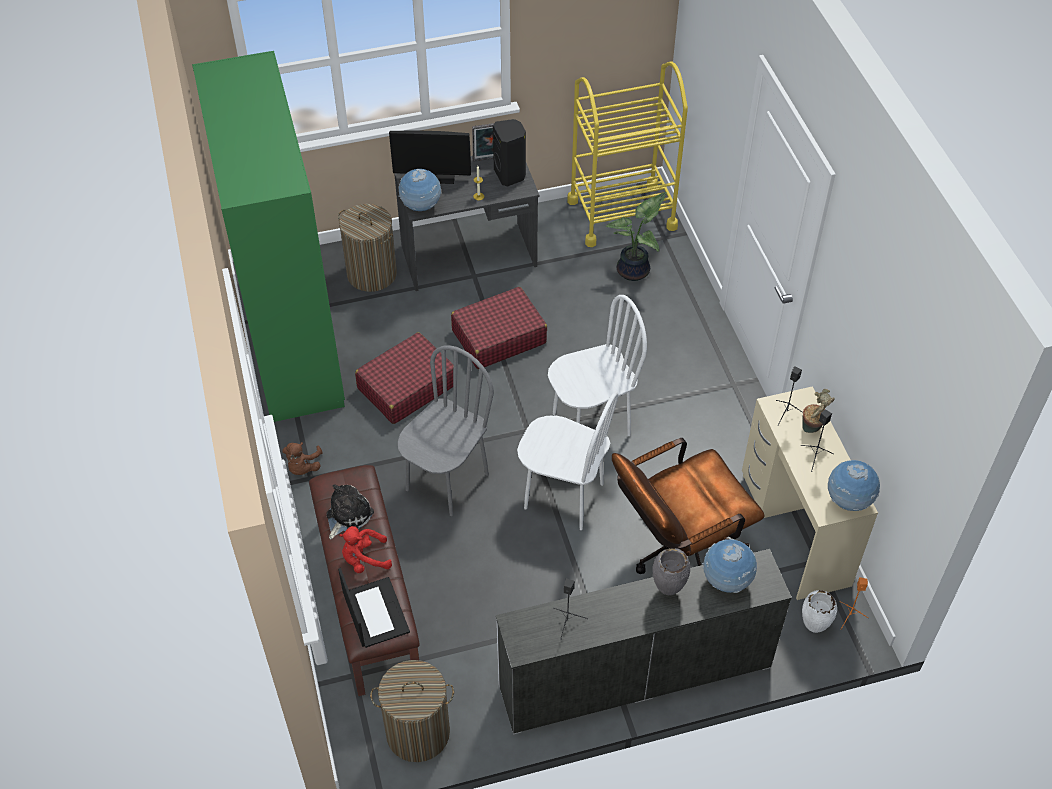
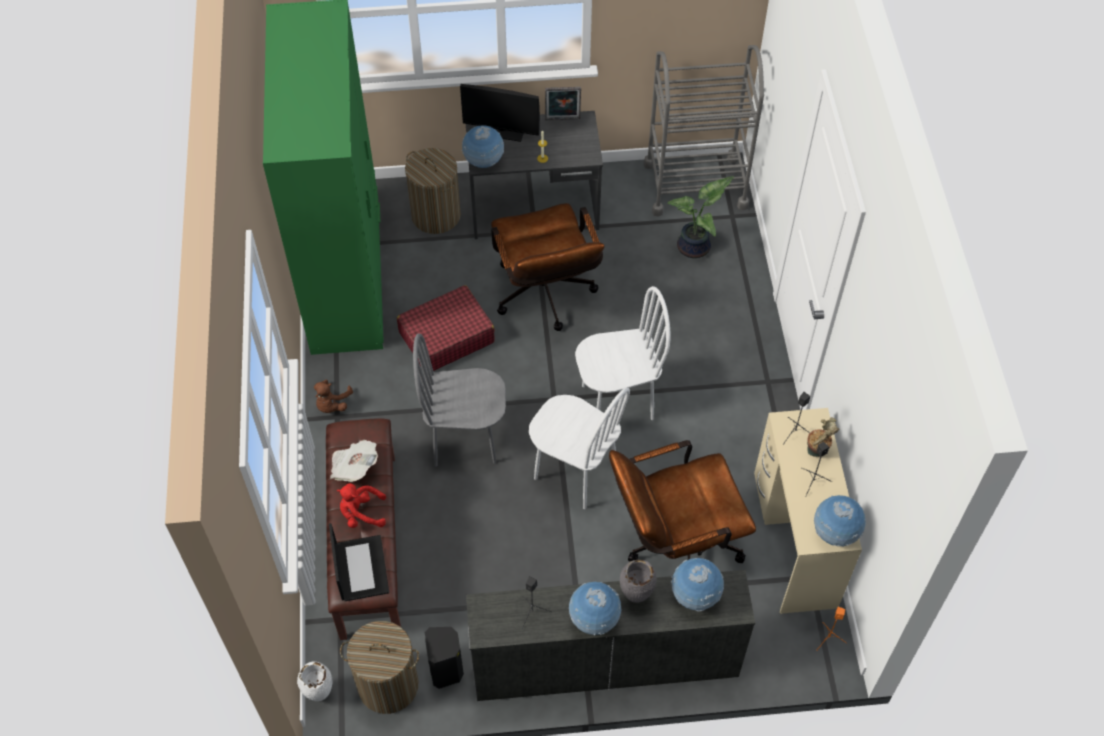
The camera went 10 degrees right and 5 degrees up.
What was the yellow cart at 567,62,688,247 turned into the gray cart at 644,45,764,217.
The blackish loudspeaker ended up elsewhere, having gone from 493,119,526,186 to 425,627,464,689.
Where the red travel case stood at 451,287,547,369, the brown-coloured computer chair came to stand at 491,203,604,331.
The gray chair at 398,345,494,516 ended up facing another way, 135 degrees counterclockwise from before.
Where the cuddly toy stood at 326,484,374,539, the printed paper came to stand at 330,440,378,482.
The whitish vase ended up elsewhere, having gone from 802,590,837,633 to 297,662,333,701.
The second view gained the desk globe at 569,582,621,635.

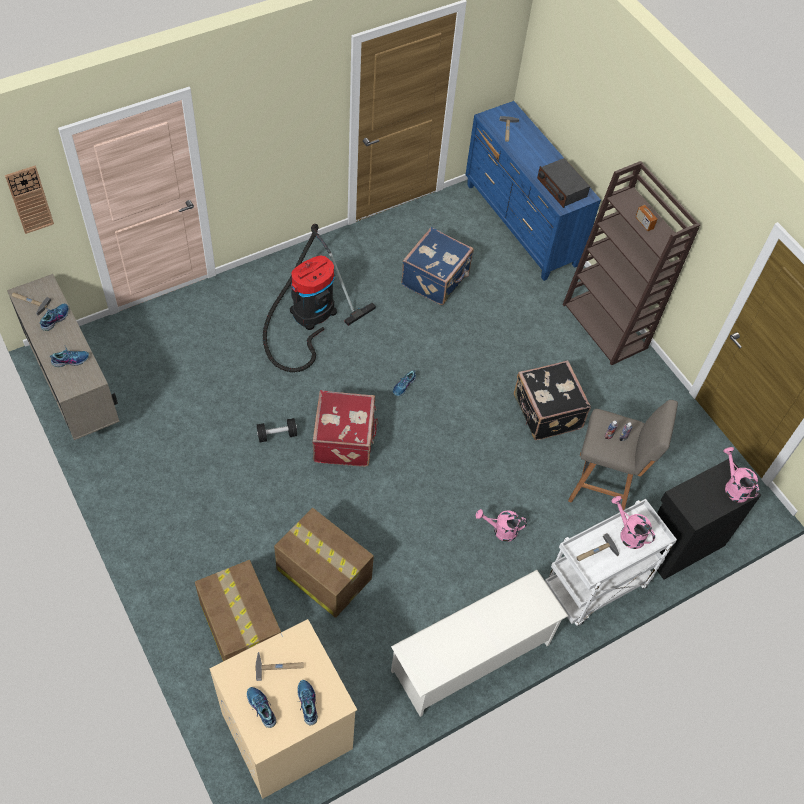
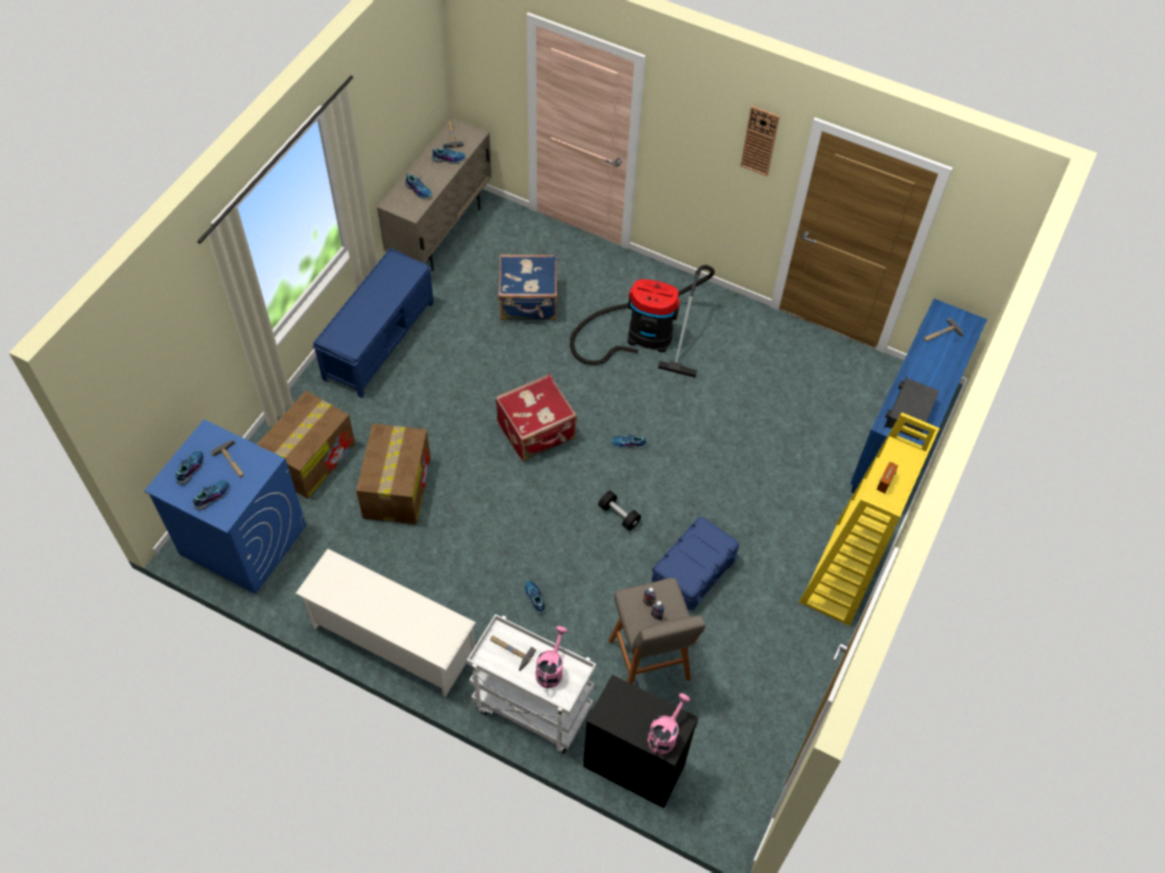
The camera went 60 degrees right and 0 degrees up.
What was the brown-coloured bookcase at 563,161,700,366 turned into the yellow bookcase at 799,413,940,626.
The wall clock ended up elsewhere, having gone from 5,166,54,234 to 740,106,780,176.
The blue-coloured travel case ended up elsewhere, having gone from 401,227,474,305 to 498,254,557,320.
Where the blackish travel case stood at 514,360,591,440, the blue-coloured storage bin came to stand at 652,517,739,610.
The blackish hand weight ended up elsewhere, having gone from 257,418,297,442 to 598,491,641,531.
Where the pink sprinkling can stood at 476,509,527,542, the shoe came to stand at 524,581,546,615.
What was the beige laundry machine at 209,619,357,799 turned into the blue-coloured laundry machine at 144,419,306,594.
The second view gained the blue-coloured indoor bench at 312,248,434,398.

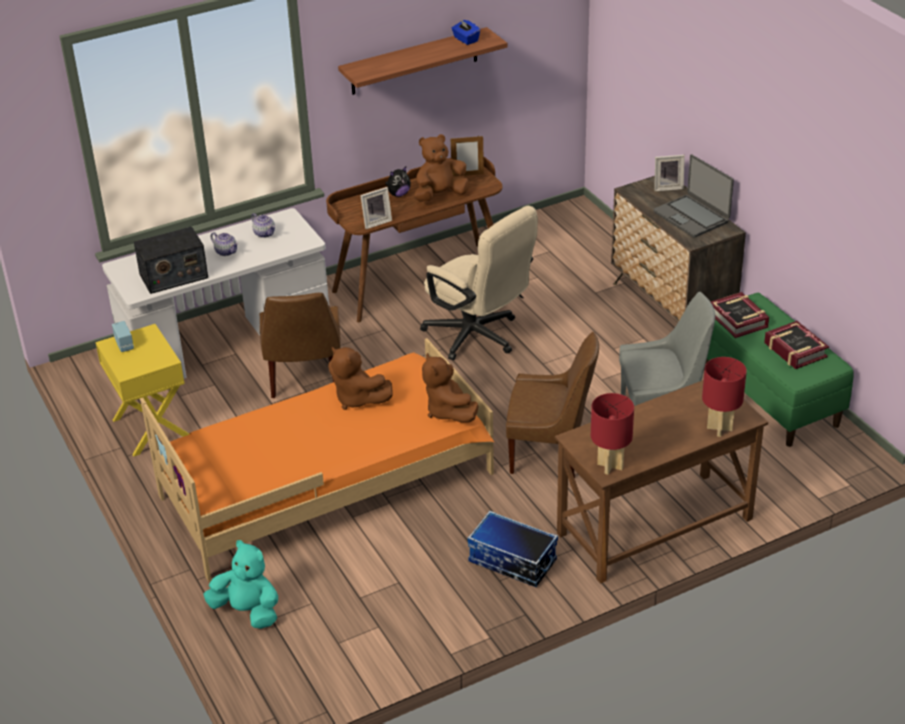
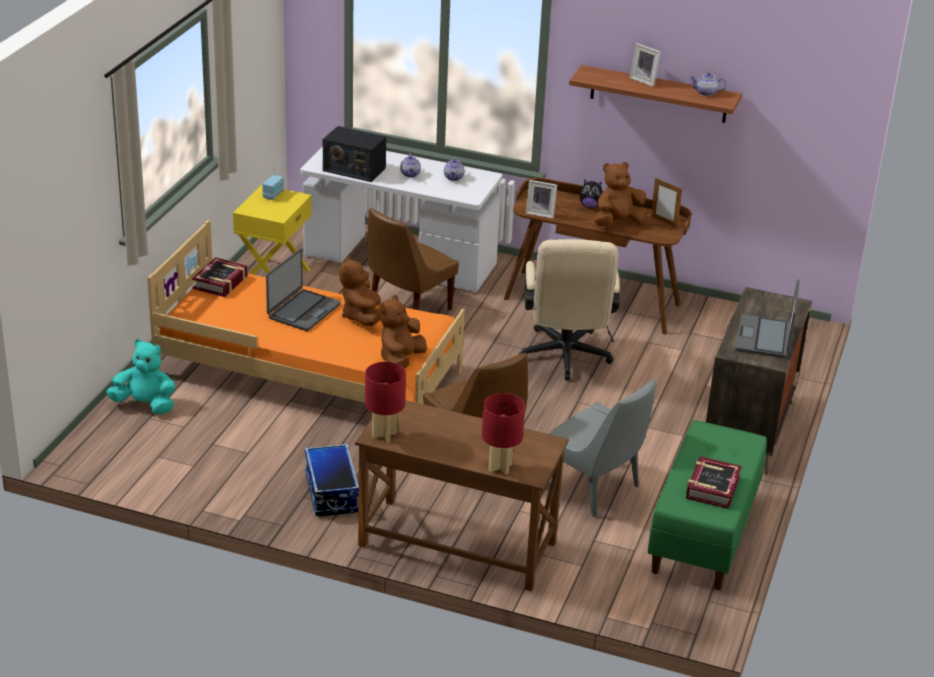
The camera went 45 degrees right and 5 degrees down.
Where the blue-coloured tissue box stood at 452,19,480,45, the tea pot came to stand at 690,73,726,96.
The brown-coloured cuddly toy at 414,134,469,202 ended up facing another way, 45 degrees counterclockwise from before.
The photo frame ended up elsewhere, having gone from 654,155,685,191 to 629,43,661,87.
The bound book ended up elsewhere, having gone from 711,292,769,338 to 192,257,248,297.
The turquoise cuddly toy at 203,540,278,629 ended up facing another way, 60 degrees counterclockwise from before.
The second view gained the notebook computer at 266,249,341,331.

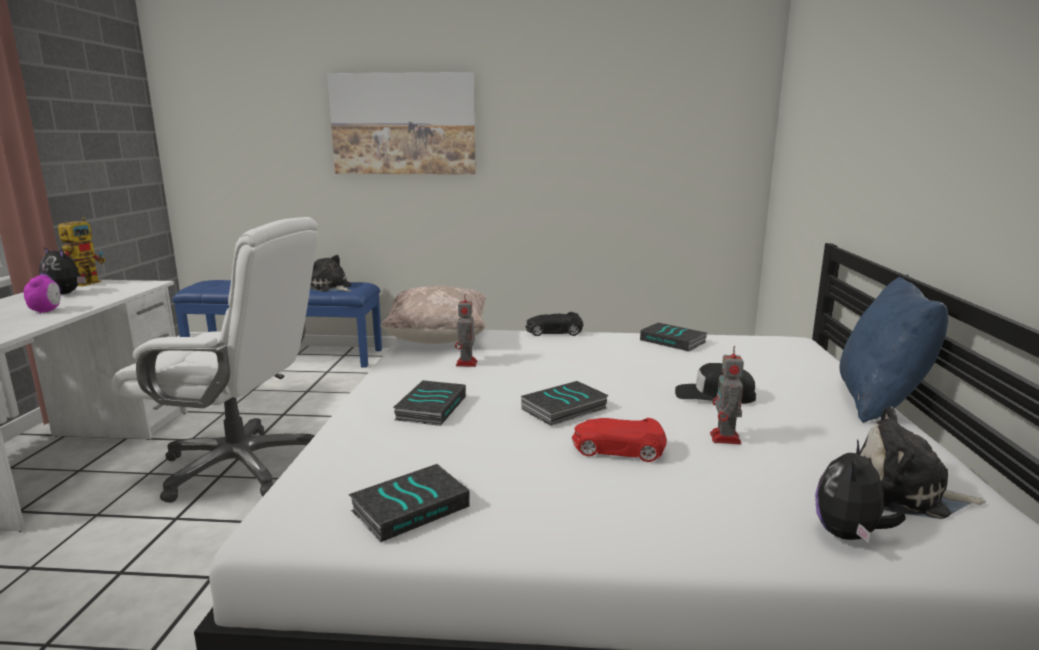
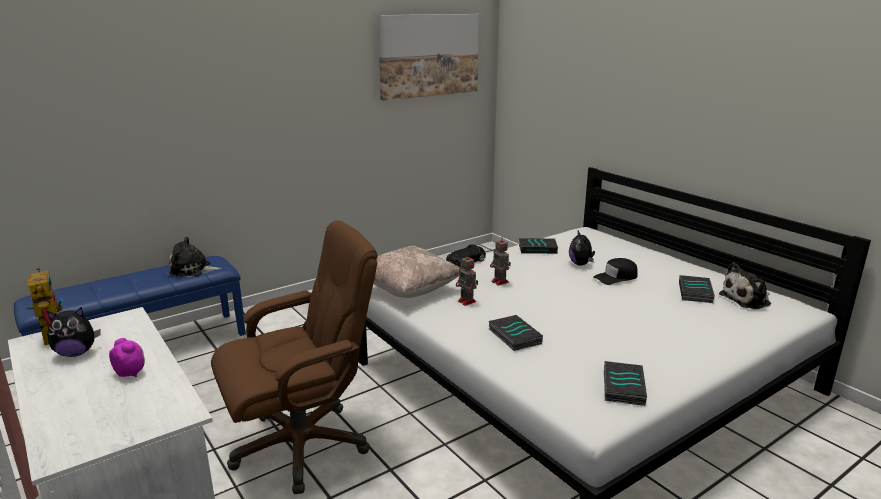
The camera went 40 degrees left and 5 degrees up.
The wall picture ended up elsewhere, having gone from 327,72,476,174 to 378,14,479,101.
What was the whitish computer chair at 111,217,318,503 turned into the brown-coloured computer chair at 211,220,378,494.
The second view lost the blue-coloured cushion at 839,274,949,423.
The model robot ended up elsewhere, having gone from 710,346,744,444 to 490,236,511,285.
The bound book ended up elsewhere, having gone from 521,381,609,426 to 679,275,715,303.
The second view lost the red model car at 572,418,667,462.
The cuddly toy ended up elsewhere, having gone from 815,439,906,543 to 569,231,595,266.

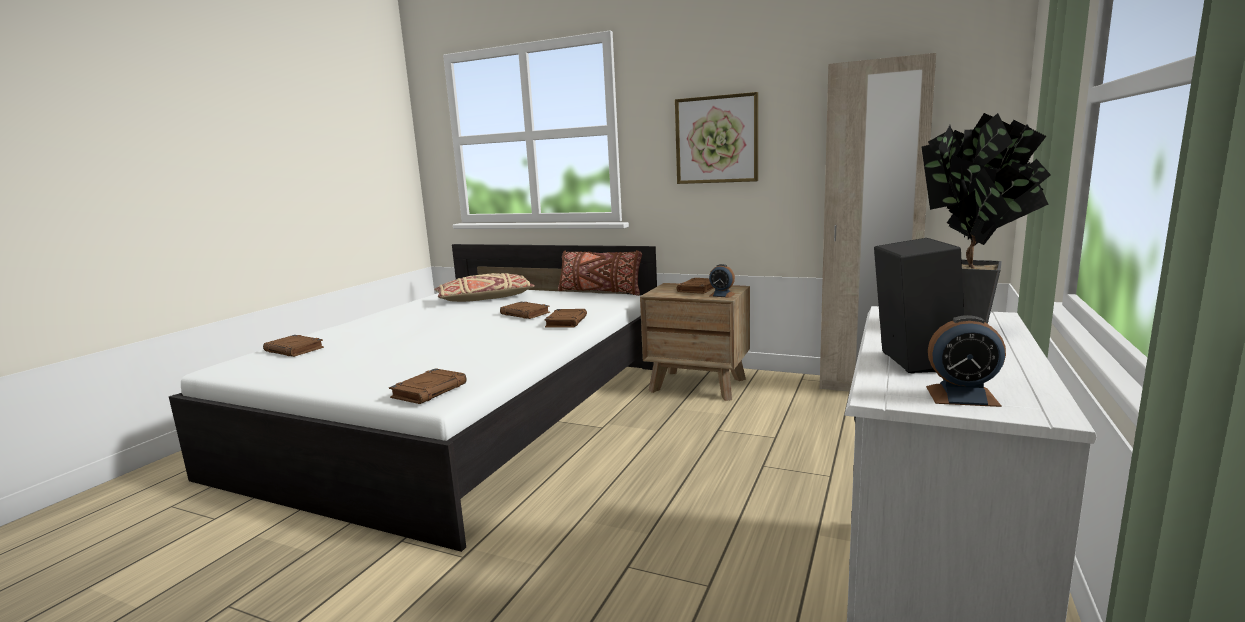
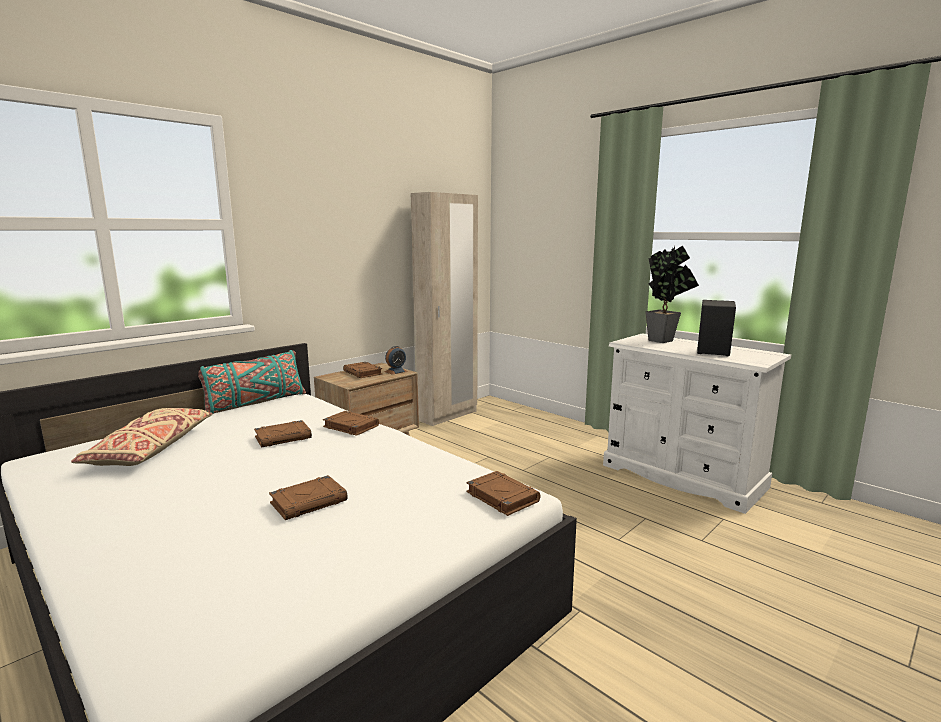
The camera went 70 degrees left and 0 degrees up.
The second view lost the wall picture at 675,92,758,184.
What was the brown-coloured cushion at 558,250,642,296 turned into the turquoise cushion at 198,350,306,413.
The second view lost the alarm clock at 926,315,1006,407.
The brown-coloured bound book ended up elsewhere, having gone from 263,335,324,357 to 269,475,348,520.

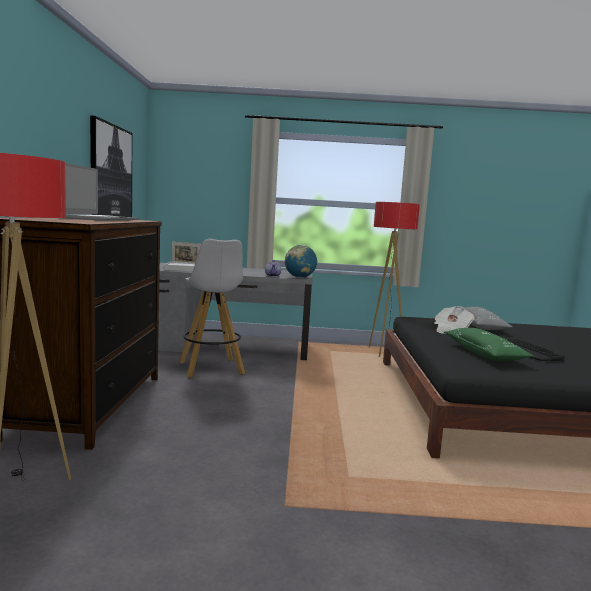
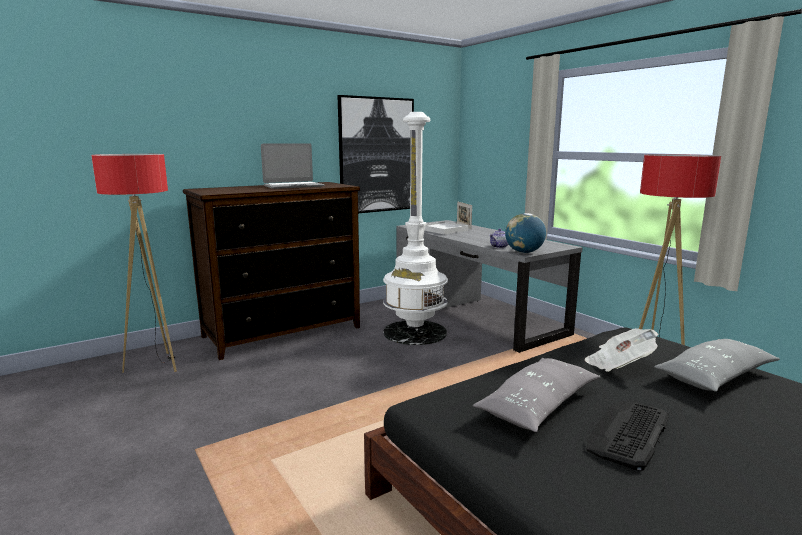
The camera went 55 degrees right and 5 degrees up.
Where the whitish stool seat stood at 179,239,245,378, the whitish standard lamp came to stand at 383,112,448,345.
What was the green cushion at 444,328,533,361 turned into the gray cushion at 473,358,600,432.

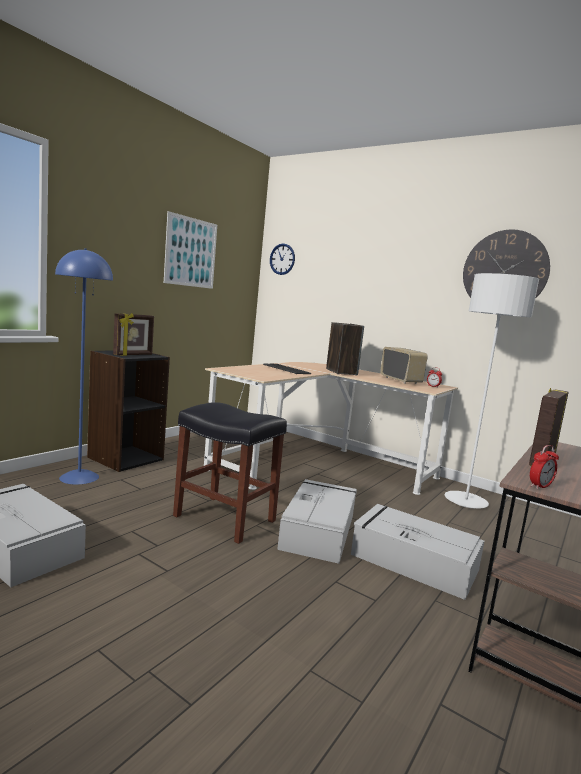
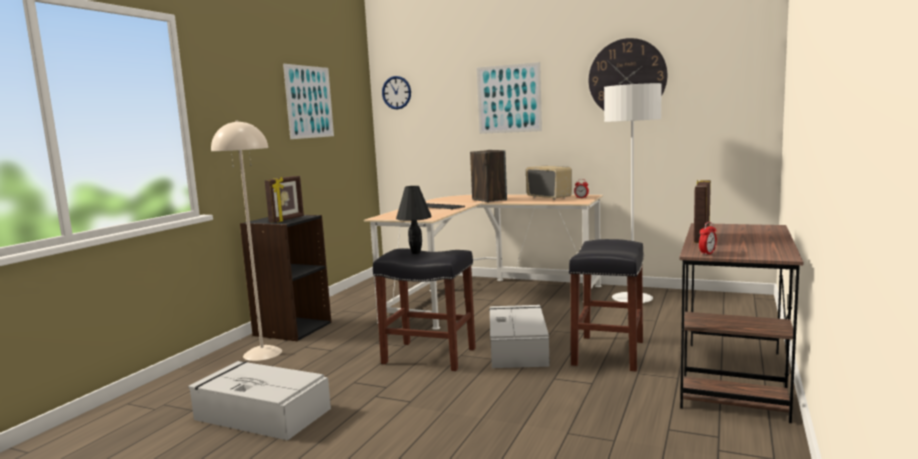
The camera went 10 degrees left and 0 degrees up.
What was the blue-coloured standard lamp at 55,248,113,485 turned into the beige standard lamp at 211,120,282,361.
Where the gray storage bin stood at 351,504,484,600, the blackish stool seat came to stand at 569,239,644,371.
The second view gained the wall picture at 477,62,542,134.
The second view gained the blackish lamp for a table at 396,186,432,254.

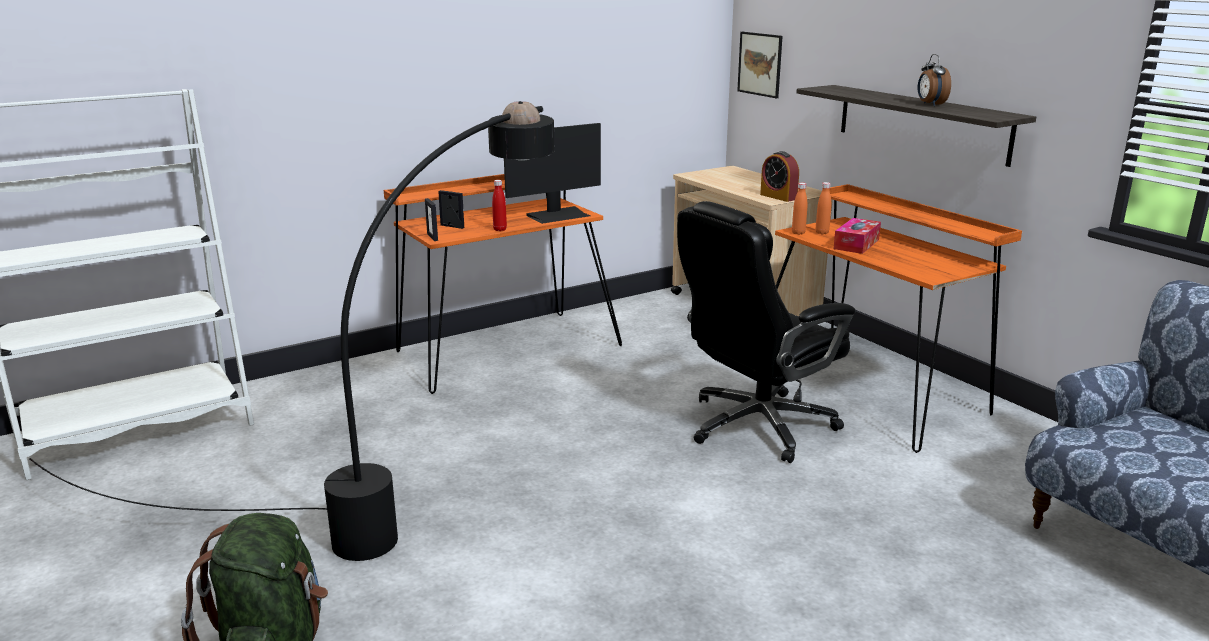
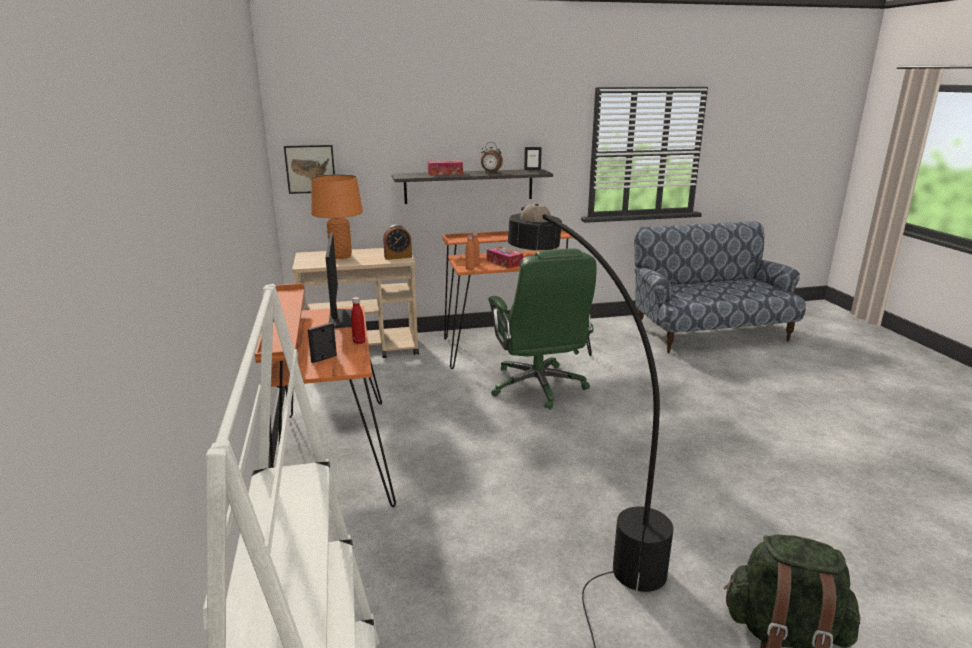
The camera went 70 degrees left and 0 degrees up.
The photo frame ended up elsewhere, having gone from 425,198,438,241 to 524,147,542,170.
What was the blackish computer chair at 677,201,855,463 turned into the green computer chair at 488,249,597,410.
The second view gained the tissue box at 428,160,463,175.
The second view gained the orange lamp for a table at 311,174,363,259.

